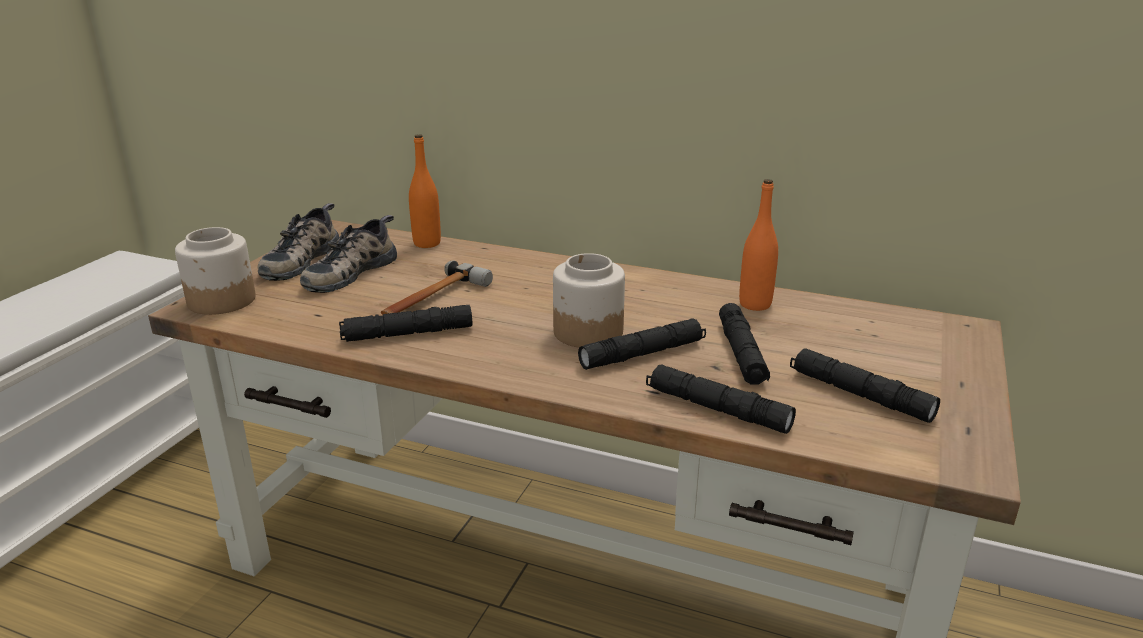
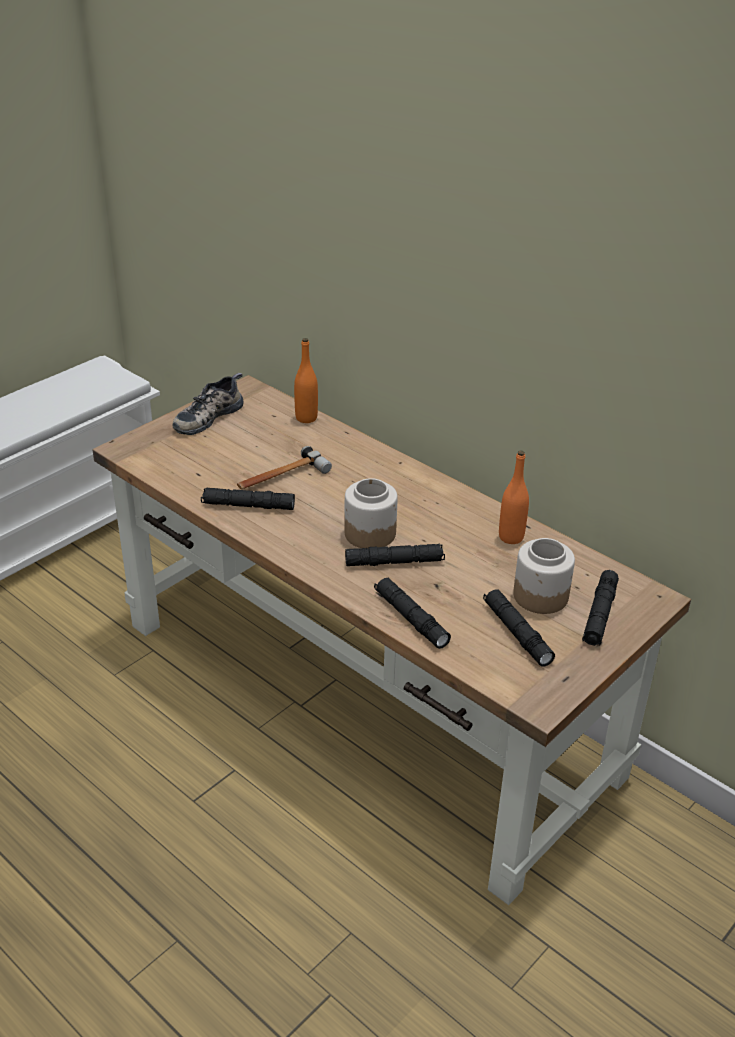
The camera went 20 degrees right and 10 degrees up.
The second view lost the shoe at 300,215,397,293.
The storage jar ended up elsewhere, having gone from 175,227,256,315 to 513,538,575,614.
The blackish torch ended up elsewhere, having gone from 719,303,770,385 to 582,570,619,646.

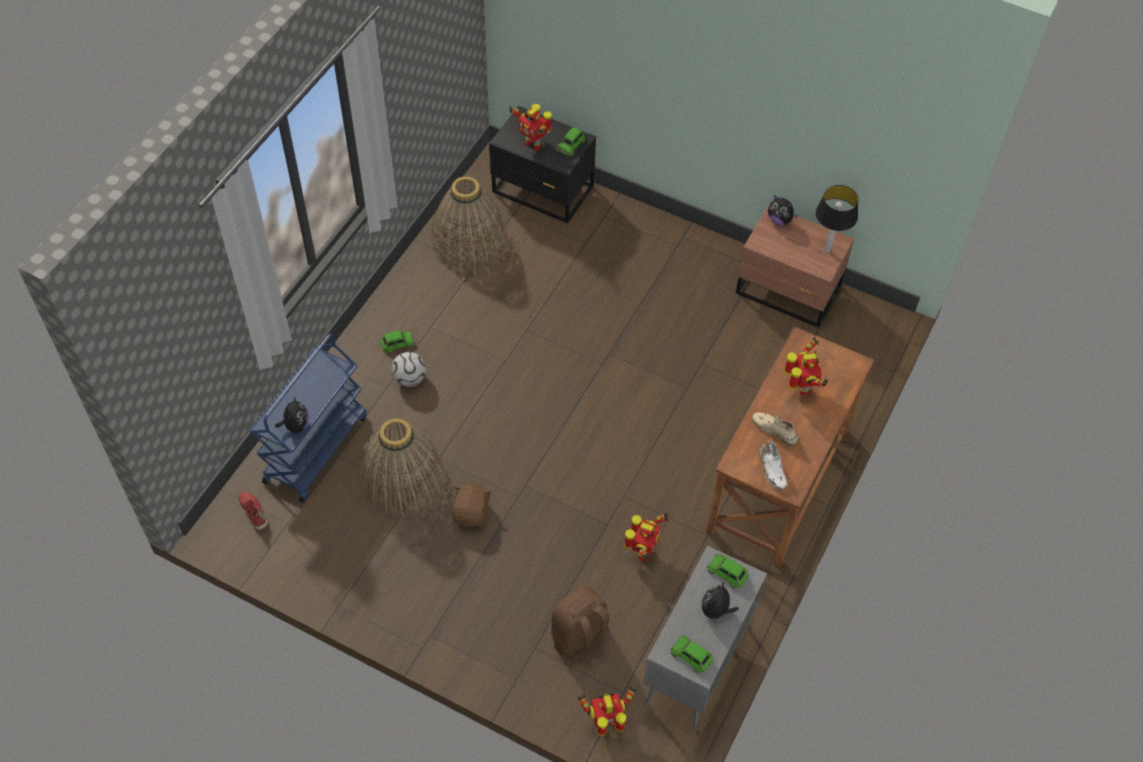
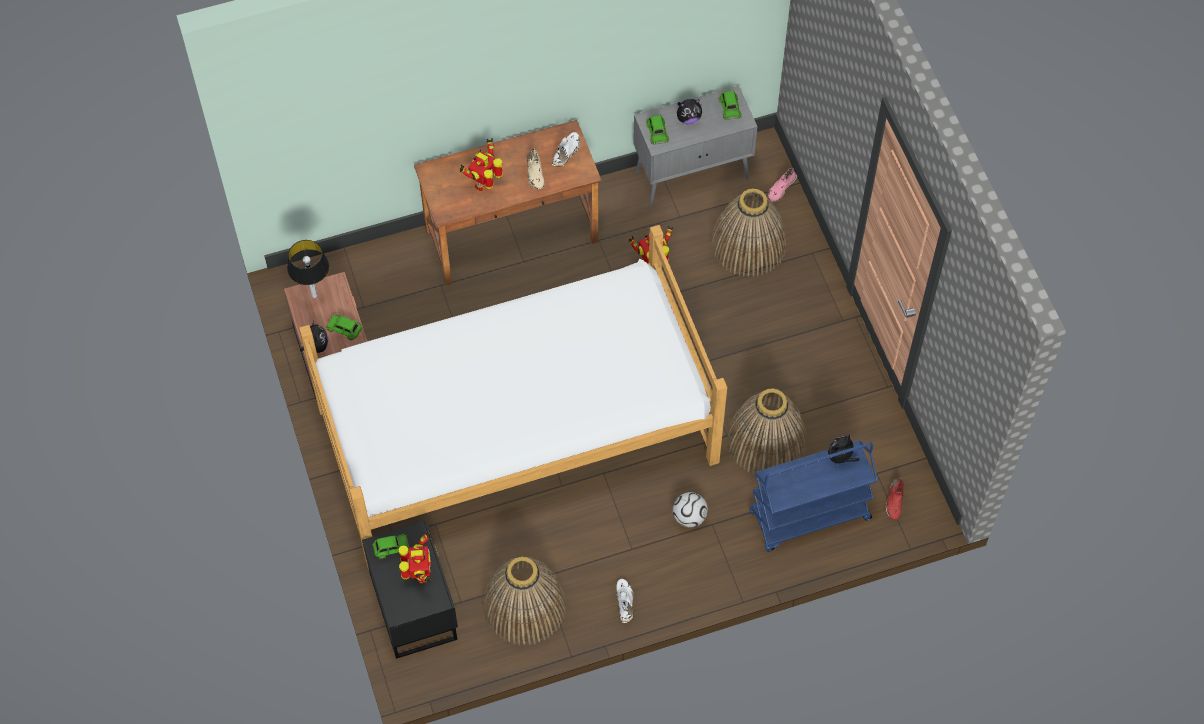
The camera went 135 degrees left and 5 degrees up.
The green model car ended up elsewhere, having gone from 380,330,415,353 to 326,314,362,340.
The second view lost the brown-coloured cuddly toy at 452,483,491,527.
Where the brown-coloured knapsack stood at 551,586,612,669, the household basket came to stand at 711,188,787,277.
Where the model robot stood at 578,686,636,736, the pink shoe came to stand at 768,168,798,202.
The second view gained the bedroom bed at 299,225,727,569.
The second view gained the whitish shoe at 616,579,633,623.

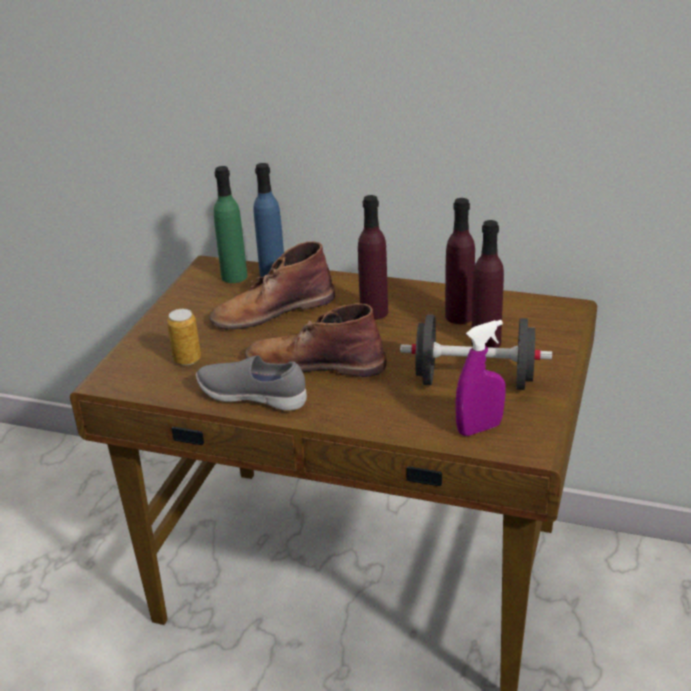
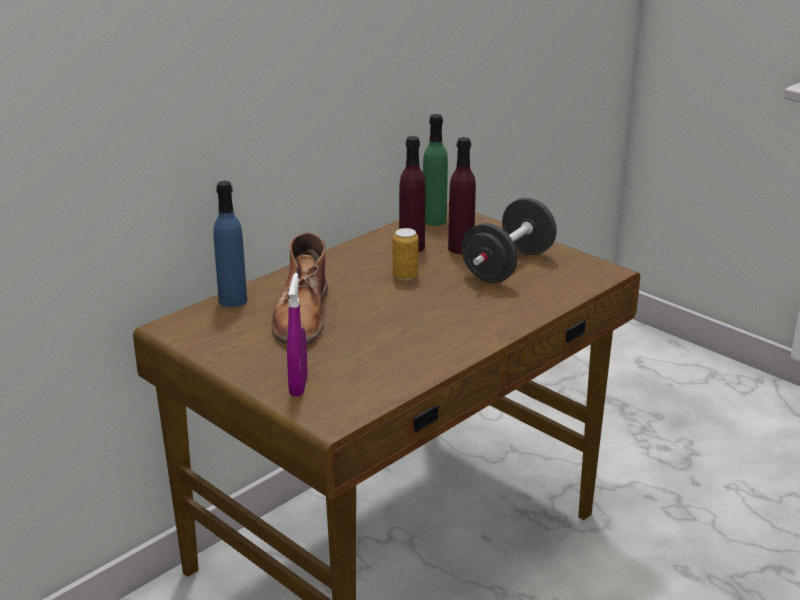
The camera went 65 degrees left and 5 degrees down.
The green bottle ended up elsewhere, having gone from 214,166,247,283 to 423,114,448,226.
The second view lost the purplish bottle at 358,195,388,320.
The second view lost the brown-coloured high-top boot at 245,303,387,377.
The metal can ended up elsewhere, having gone from 167,309,201,365 to 393,228,419,280.
The purplish hand sprayer ended up elsewhere, having gone from 455,320,505,436 to 287,273,308,396.
The second view lost the gray shoe at 196,355,307,411.

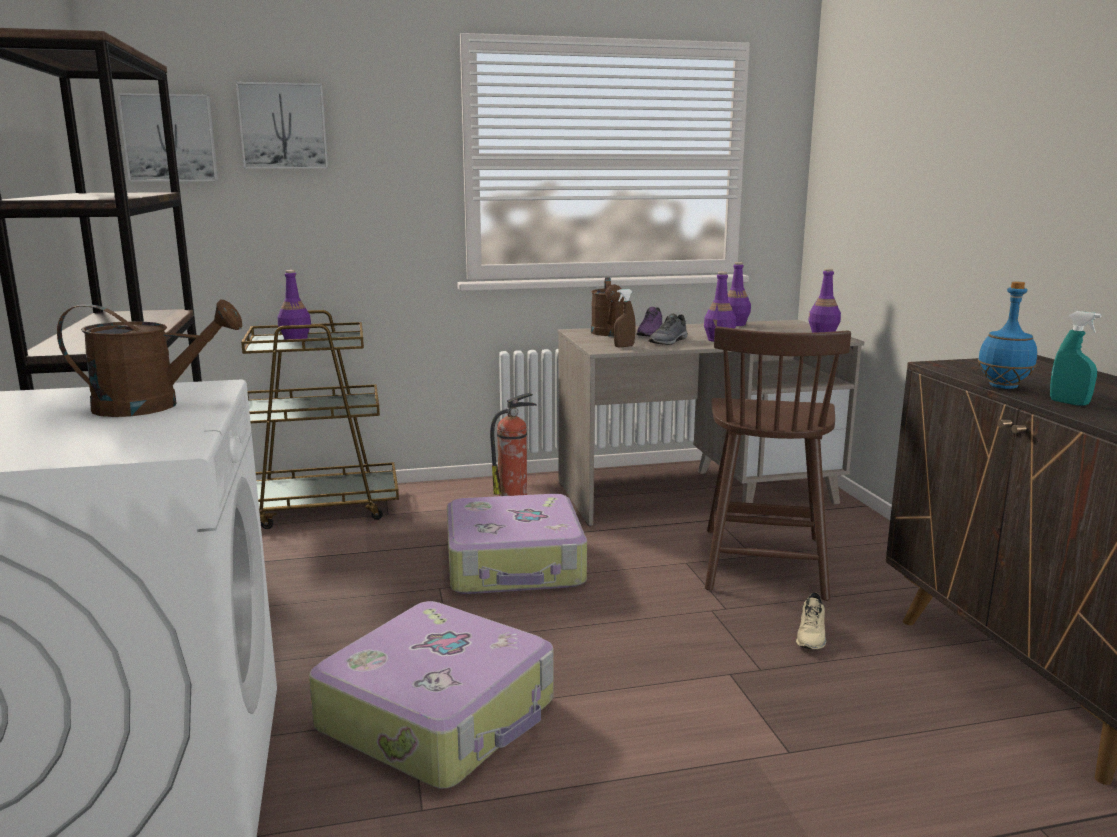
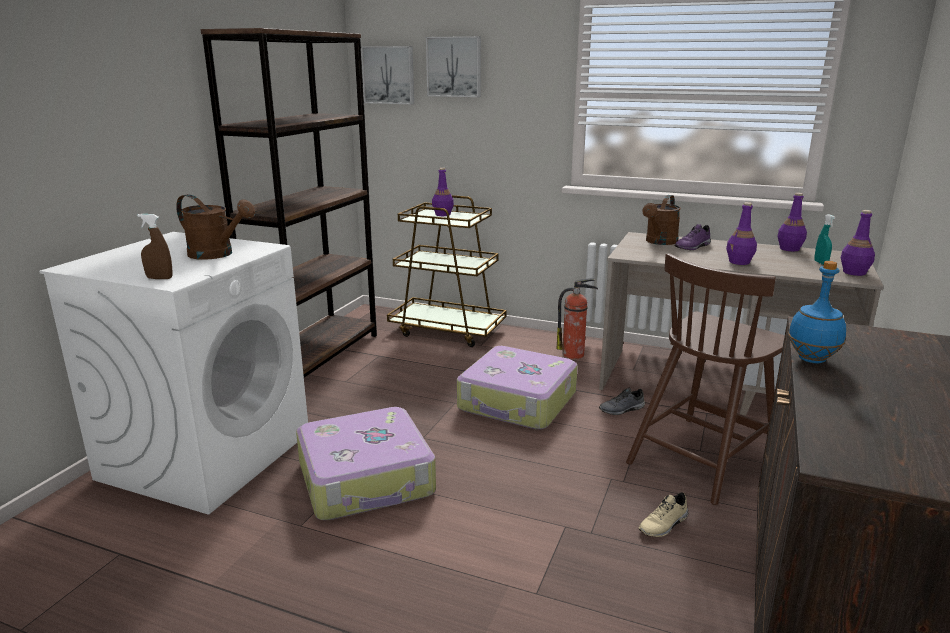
The camera went 35 degrees right and 5 degrees up.
The brown-coloured hand sprayer ended up elsewhere, having gone from 614,289,636,347 to 137,214,173,279.
The turquoise hand sprayer ended up elsewhere, having gone from 1050,311,1101,406 to 814,214,835,265.
The gray shoe ended up elsewhere, having gone from 648,314,688,345 to 599,388,645,415.

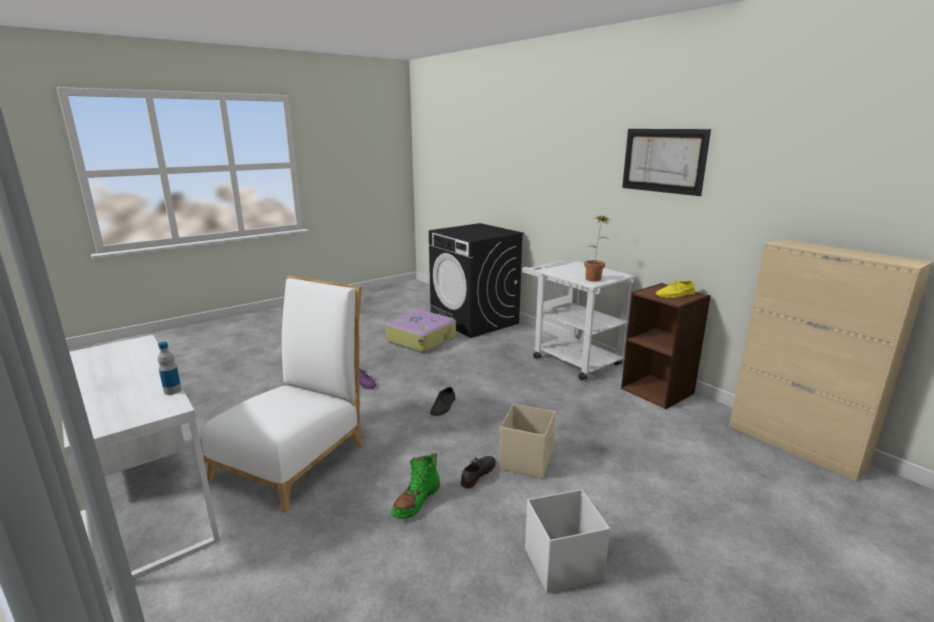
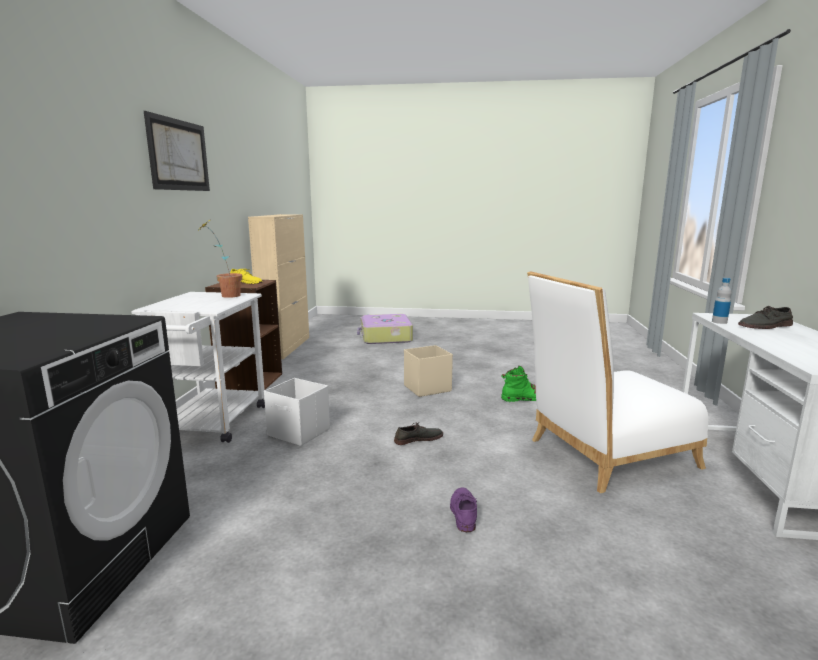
The camera went 135 degrees left and 5 degrees down.
The travel case ended up elsewhere, having gone from 385,310,456,353 to 357,314,413,344.
The gray shoe ended up elsewhere, having gone from 461,456,496,488 to 738,306,793,329.
The whitish storage bin ended up elsewhere, having gone from 525,489,610,593 to 264,378,330,446.

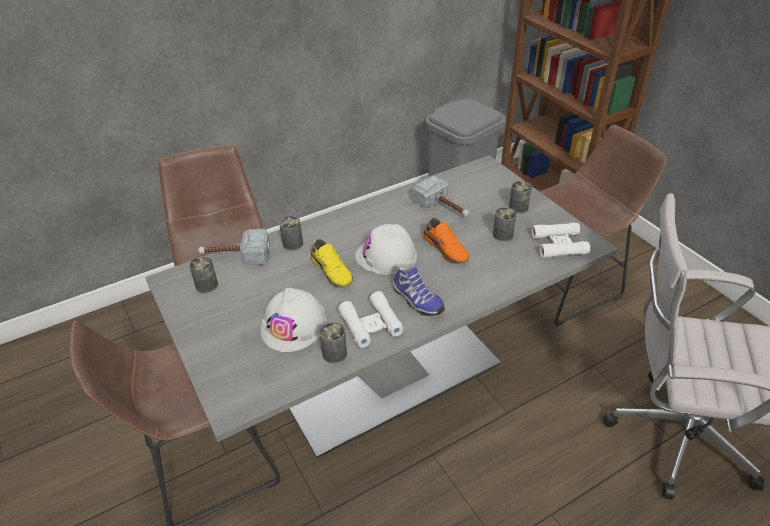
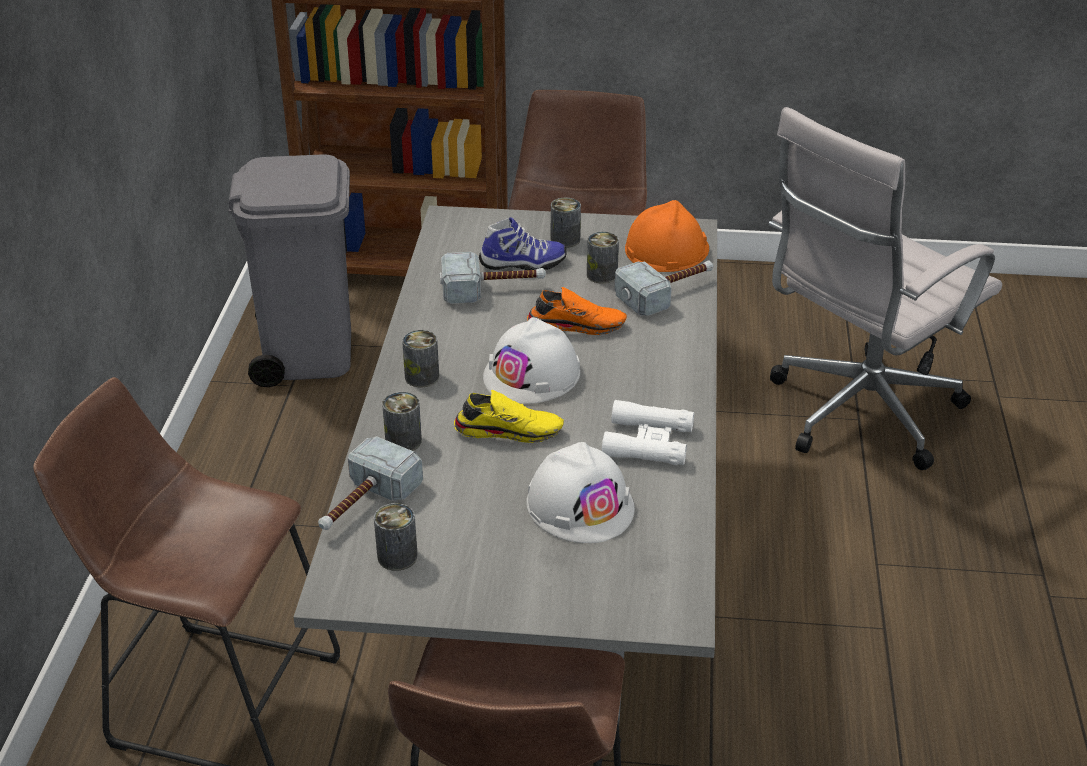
The camera went 55 degrees left and 5 degrees down.
Where the whitish pair of binoculars stood at 531,223,590,258, the orange safety helmet came to stand at 625,200,709,272.
The shoe ended up elsewhere, having gone from 393,263,445,316 to 479,217,566,270.
The metal can ended up elsewhere, having gone from 320,322,347,364 to 402,330,439,387.
The second view gained the hammer at 615,260,713,316.

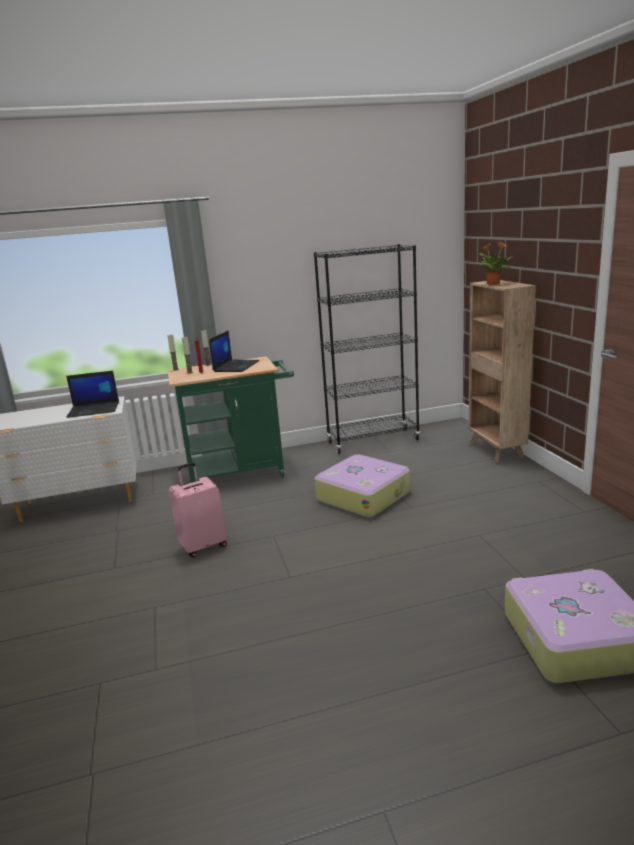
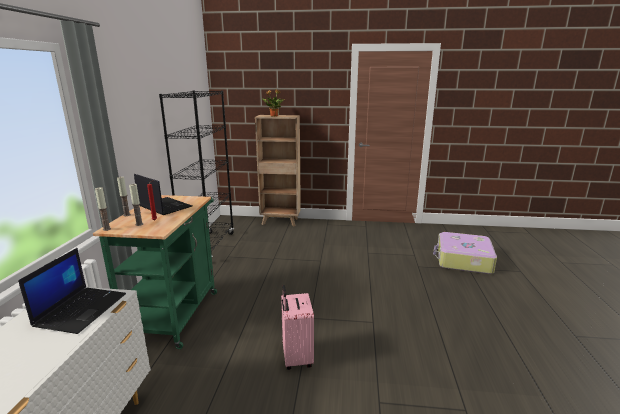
The camera went 70 degrees left and 0 degrees up.
The second view lost the travel case at 314,454,410,517.

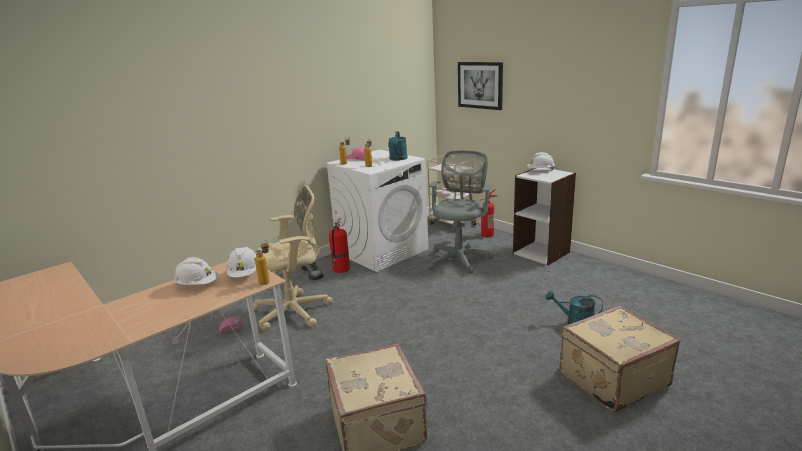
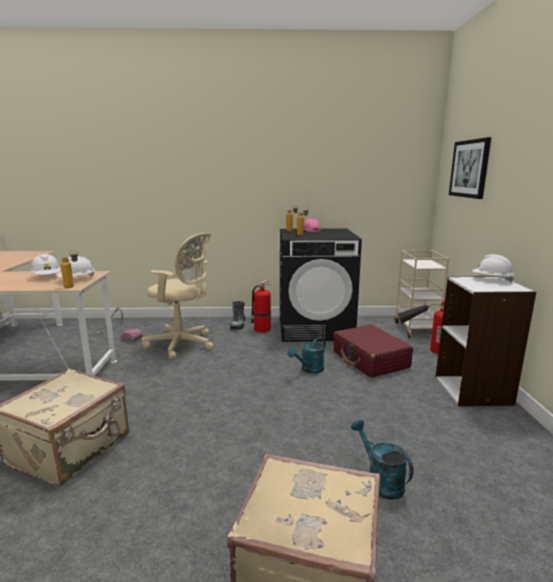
The camera went 40 degrees right and 5 degrees down.
The turquoise sprinkling can ended up elsewhere, having gone from 388,131,408,161 to 288,337,326,374.
What was the whitish laundry machine at 325,149,429,272 turned into the blackish laundry machine at 280,228,362,342.
Where the gray computer chair stood at 427,150,494,274, the red travel case came to stand at 333,324,413,378.

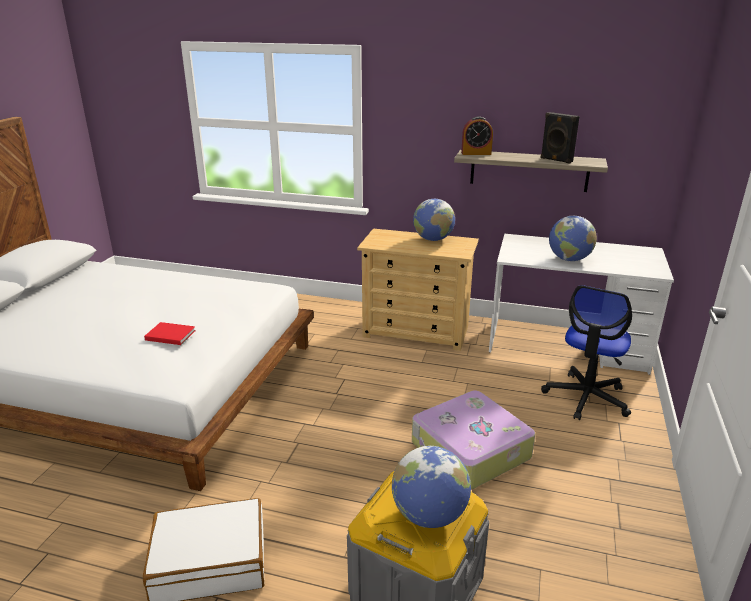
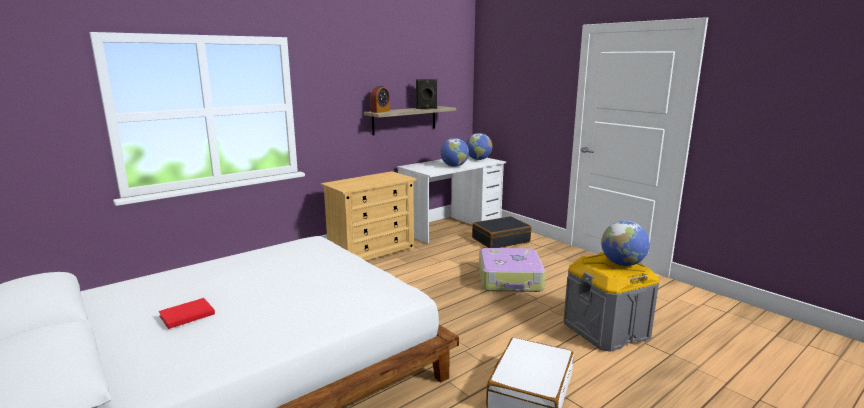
The camera went 55 degrees left and 10 degrees down.
The desk globe ended up elsewhere, having gone from 413,199,455,241 to 466,133,492,160.
Where the computer chair stood at 541,285,632,420, the blackish travel case came to stand at 472,216,532,248.
The red bound book ended up elsewhere, having gone from 144,322,196,345 to 159,298,215,329.

